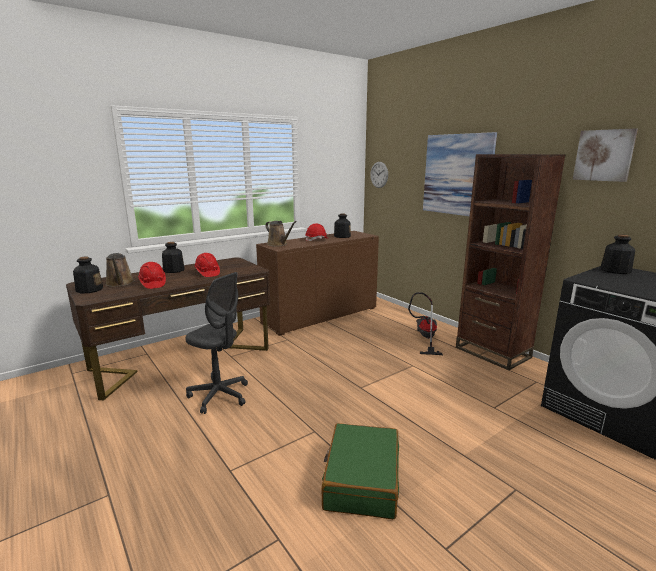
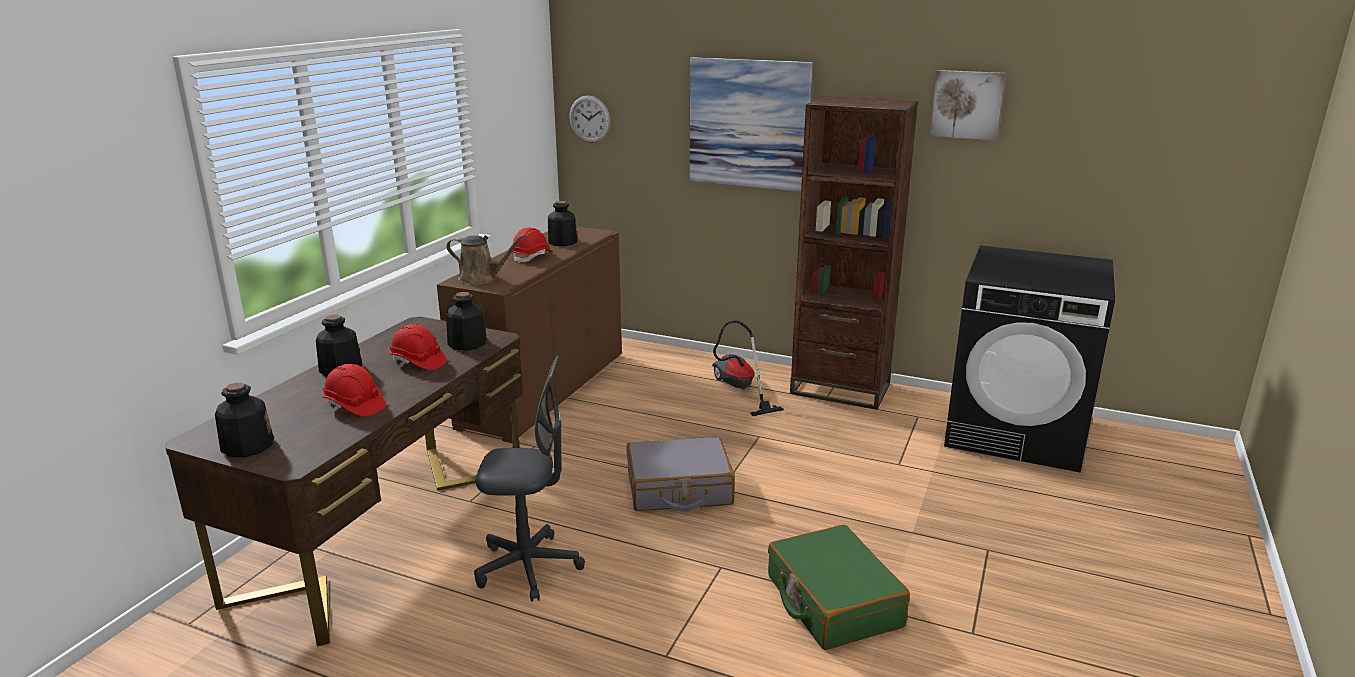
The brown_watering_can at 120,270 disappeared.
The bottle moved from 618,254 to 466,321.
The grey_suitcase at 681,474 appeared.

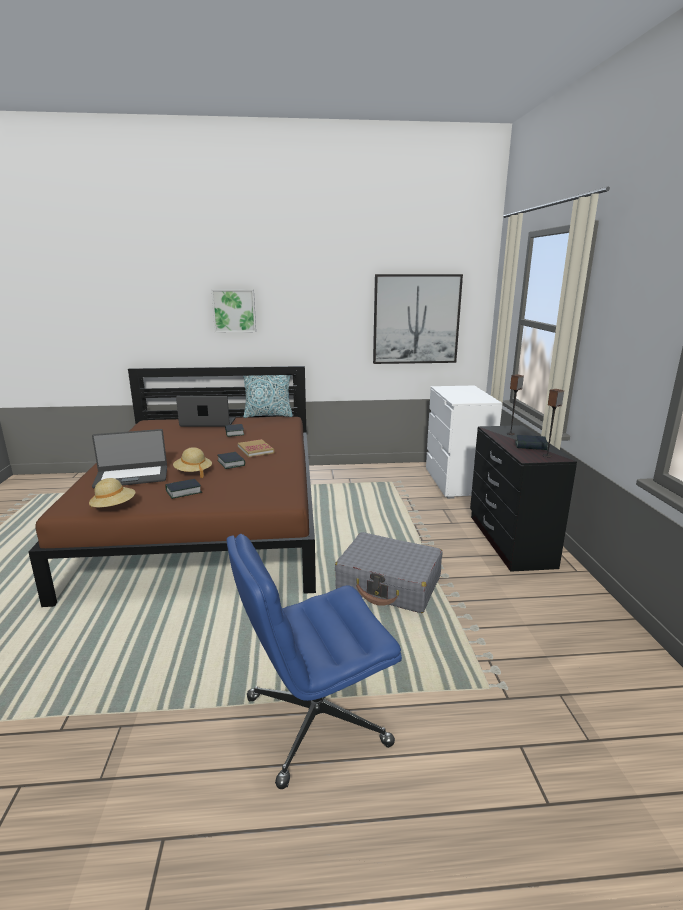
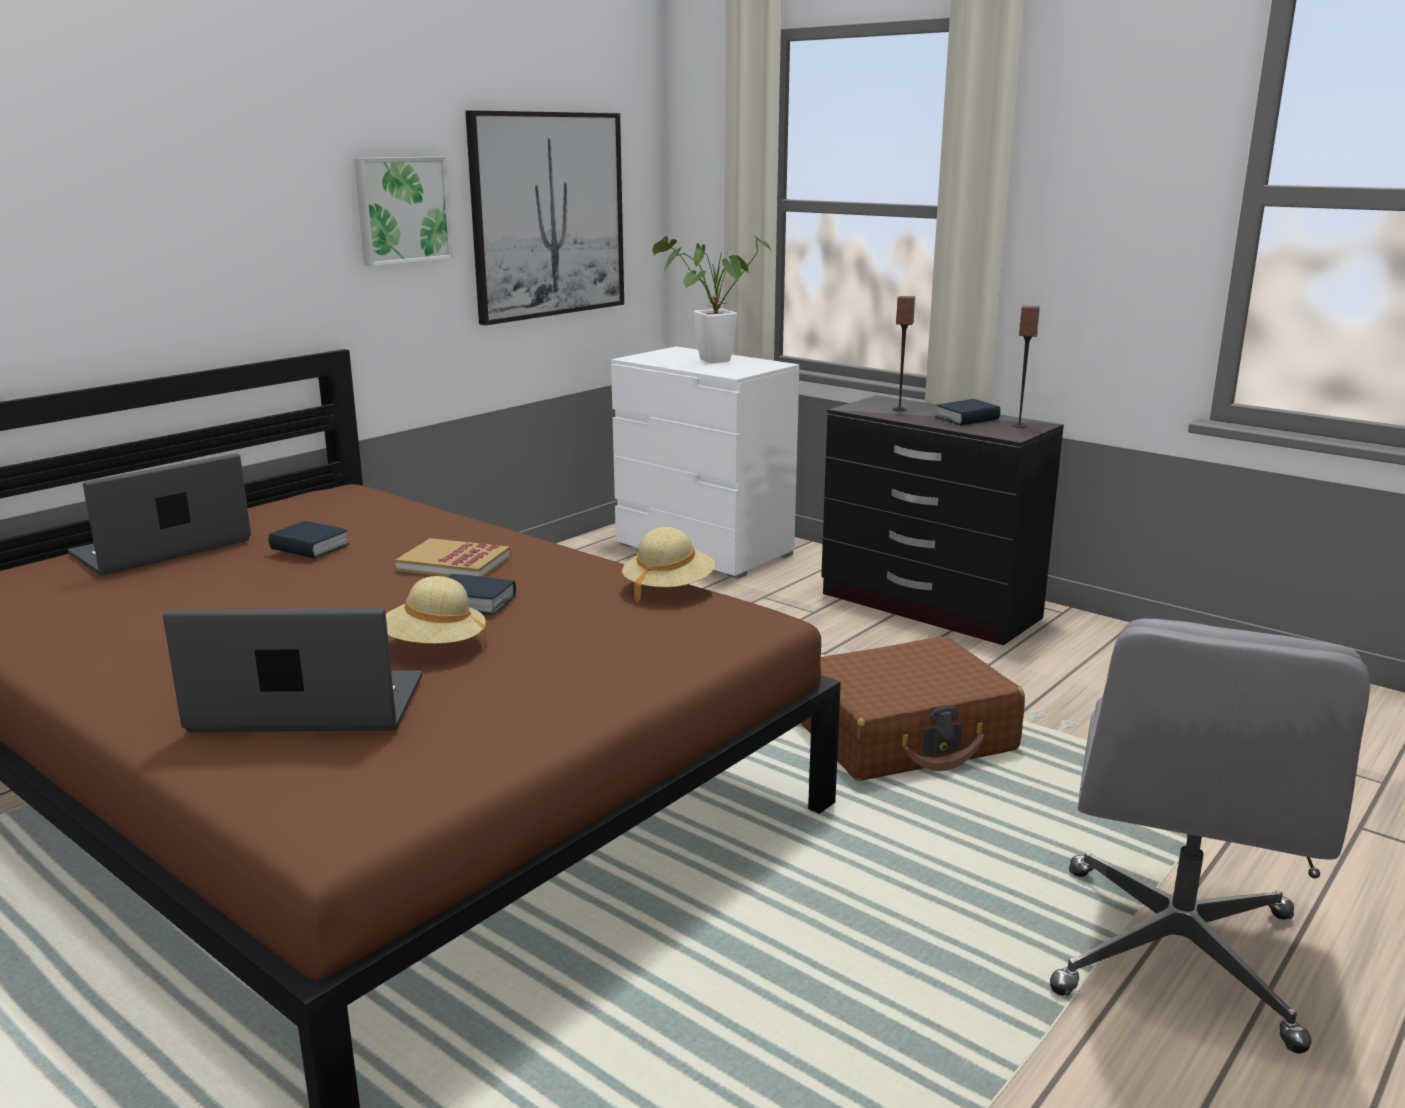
The beige_hat moved from 112,493 to 668,565.
The laptop at 129,458 turned 120 degrees counterclockwise.
The book at 183,489 disappeared.
The picture moved from 233,310 to 403,211.
The blue_office_chair at 314,661 became the grey_office_chair at 1210,836.
The pillow at 268,396 disappeared.
The grey_suitcase at 388,572 became the brown_suitcase at 913,708.
The potted_plant at 711,299 appeared.

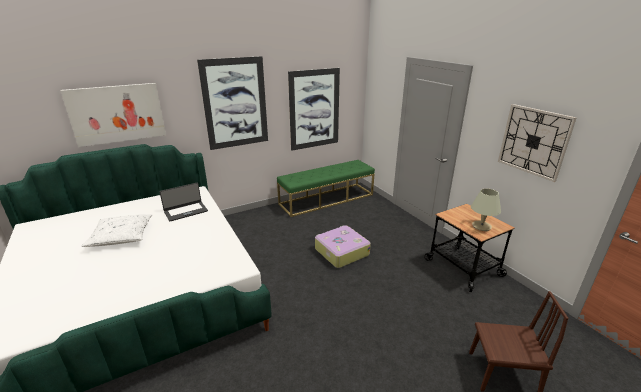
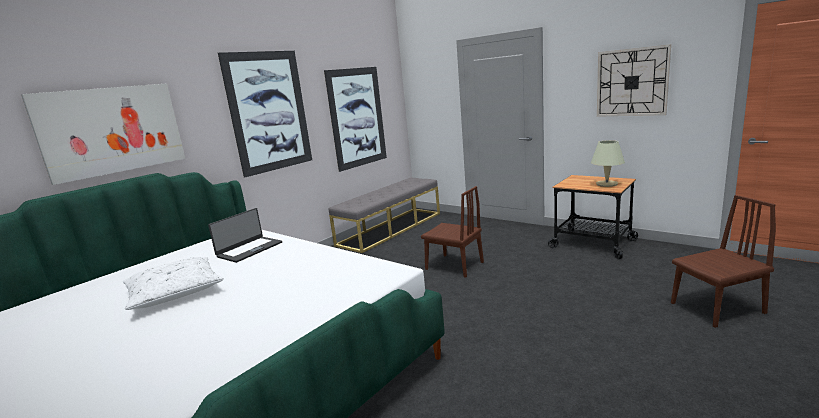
The green_bench at 326,188 became the grey_bench at 384,215.
The suitcase at 343,246 was replaced by the brown_chair at 452,232.

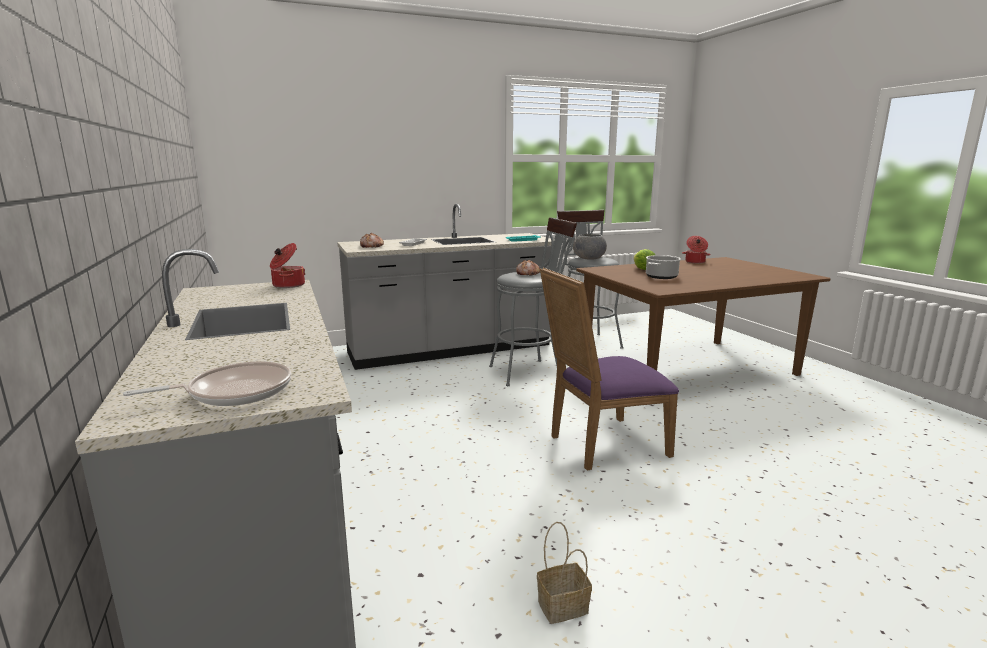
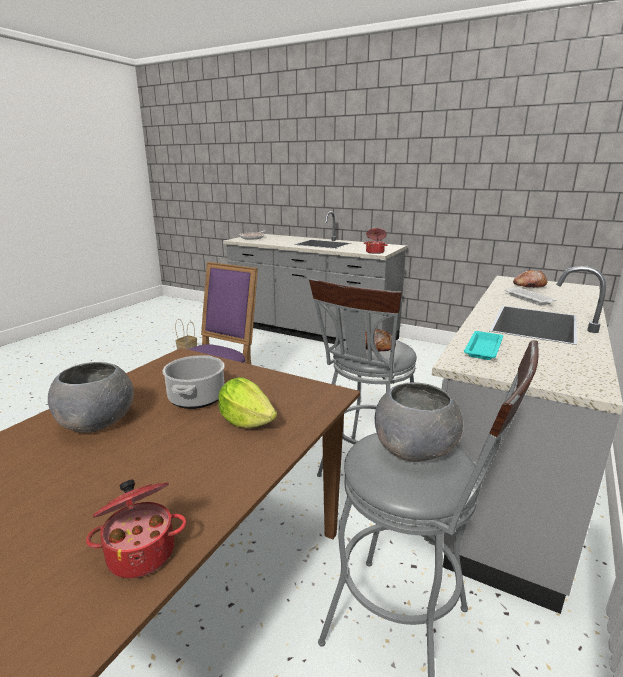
The grey_bowl at 91,397 appeared.

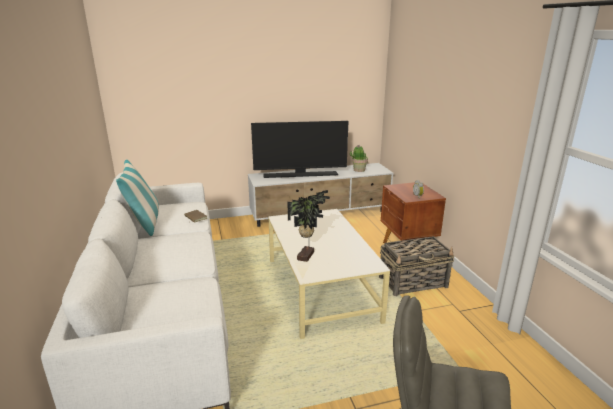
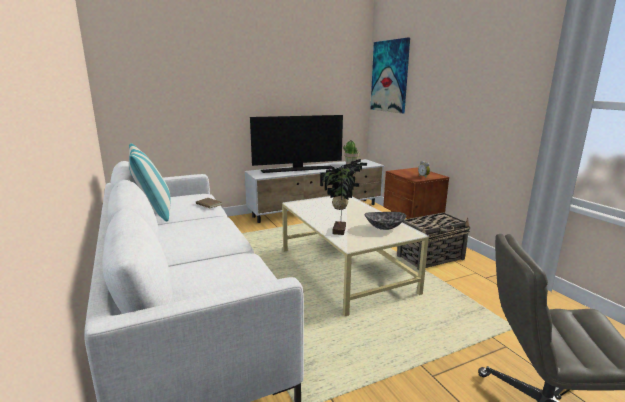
The bowl at 385,221 appeared.
The picture at 390,75 appeared.

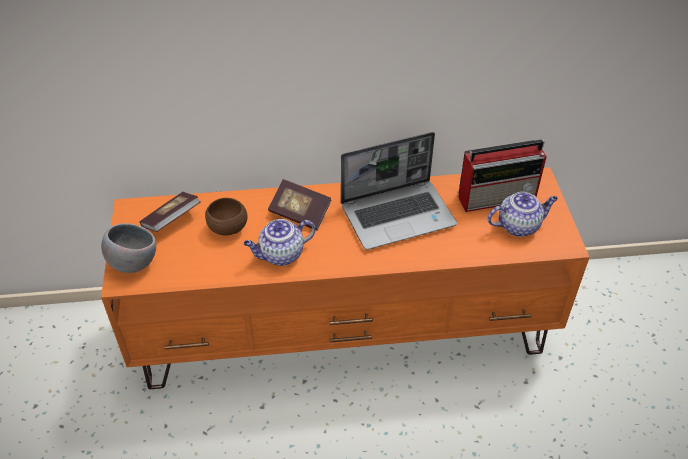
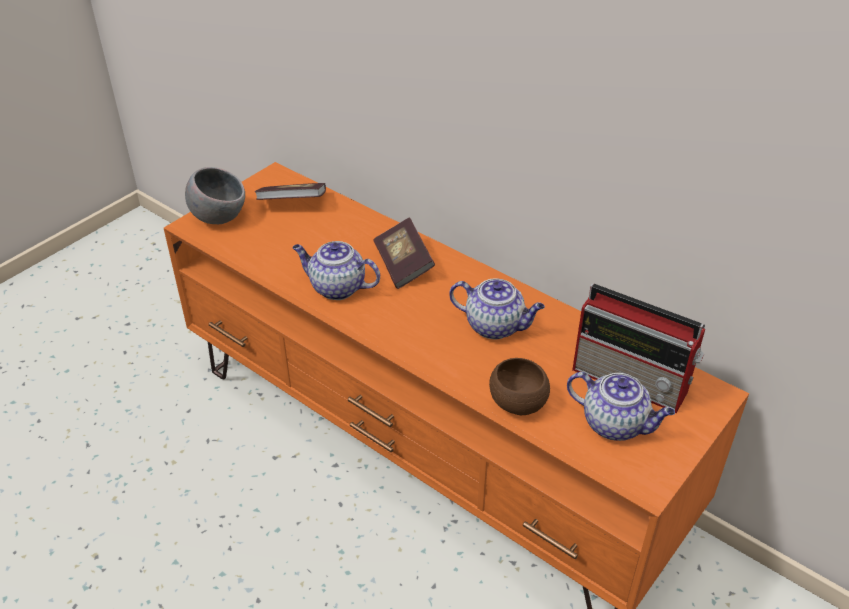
The brown_bowl moved from 226,216 to 519,386.
The laptop at 399,191 was replaced by the teapot at 497,308.

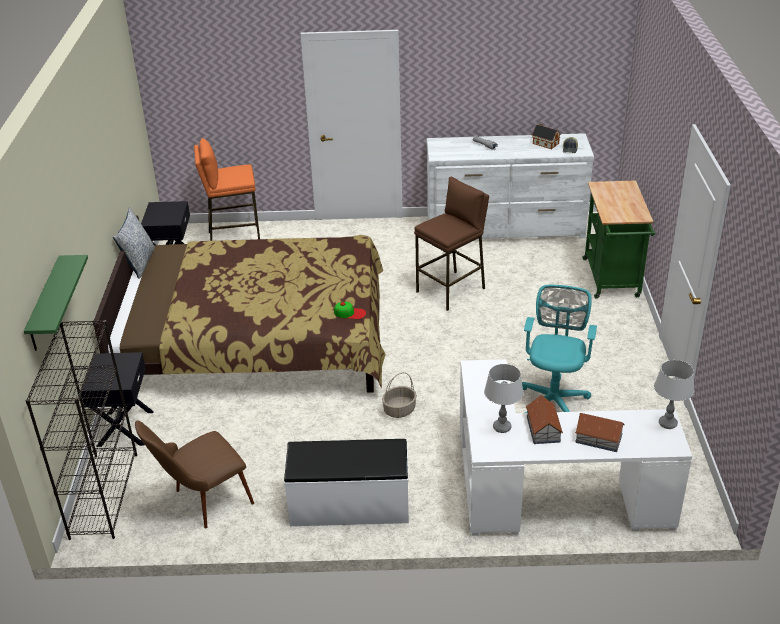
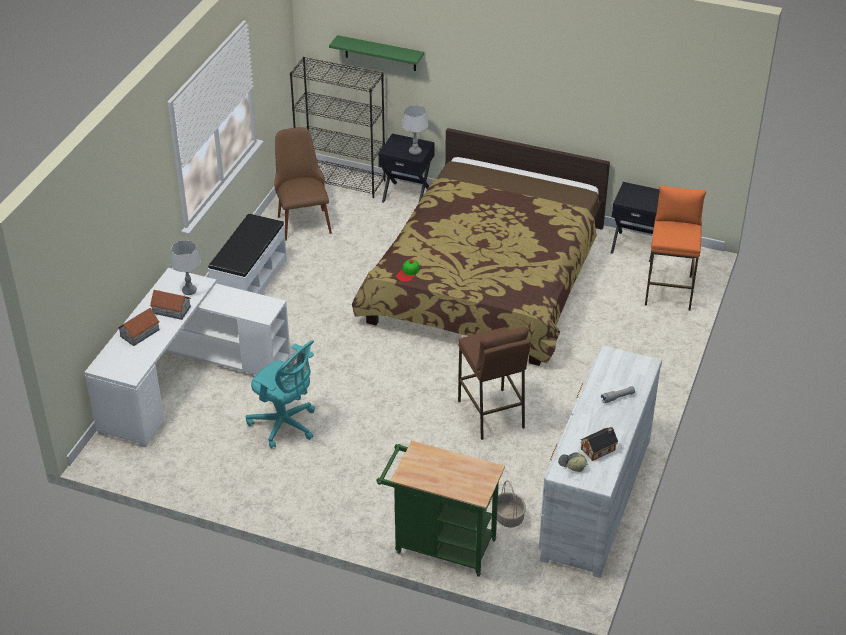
The pillow at 134,243 disappeared.
The basket moved from 399,395 to 511,504.
The grey_table_lamp moved from 674,394 to 415,130.

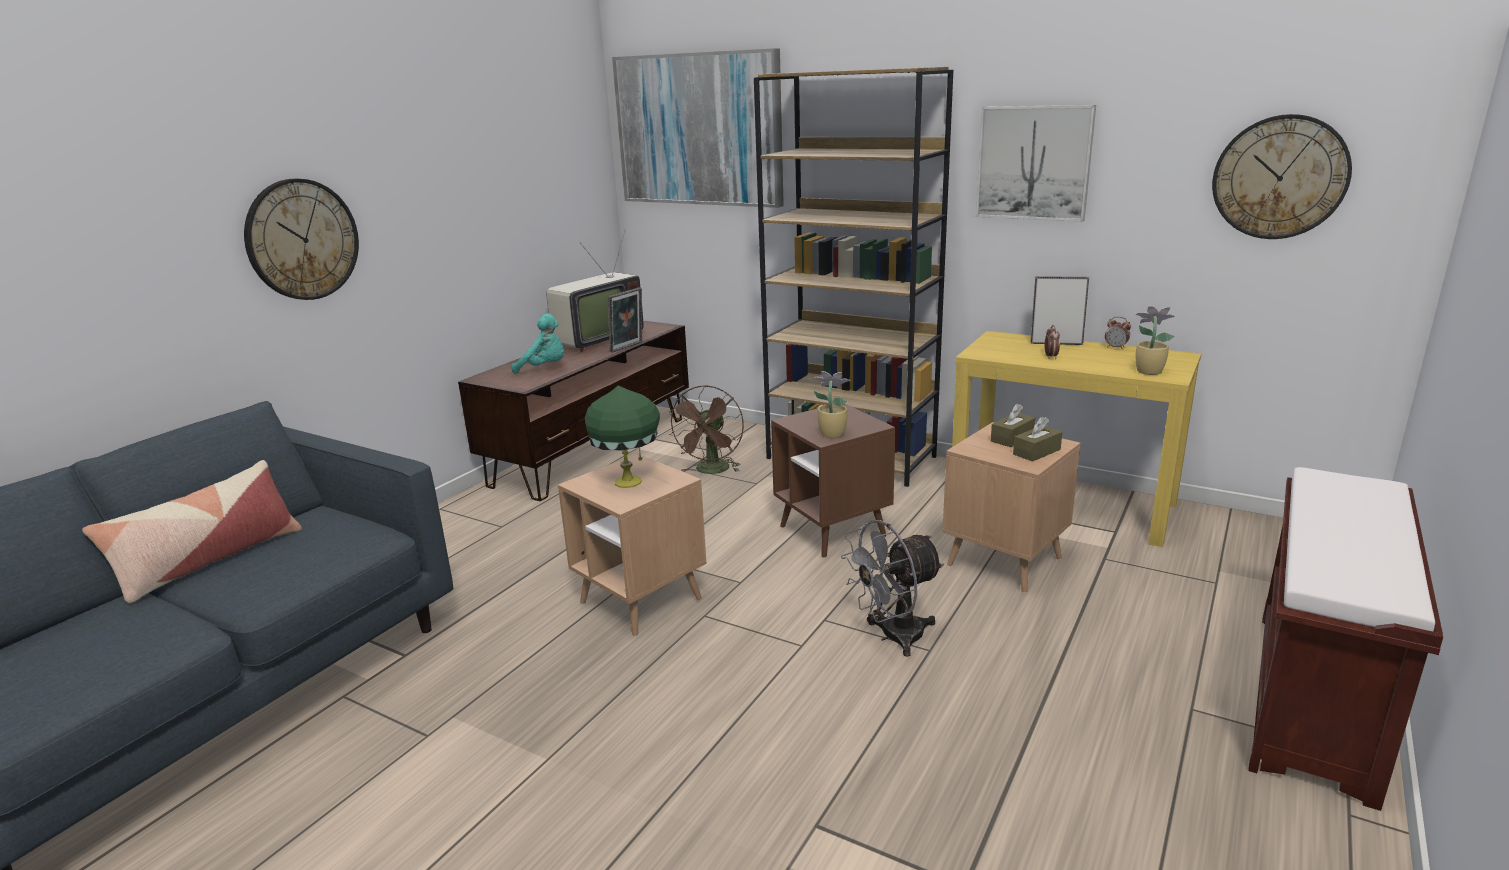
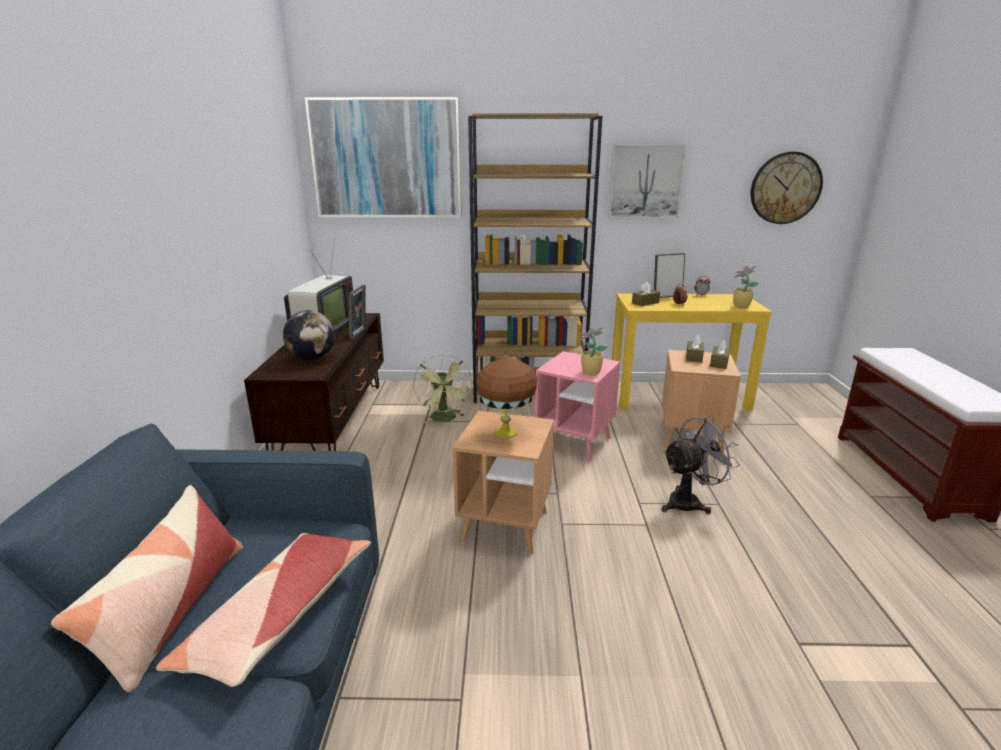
The wall_clock at 301,239 disappeared.
The turquoise_plush_toy at 537,343 was replaced by the globe at 309,335.
The green_table_lamp at 622,436 became the brown_table_lamp at 506,396.
The brown_fan at 706,429 became the green_fan at 442,389.
The brown_side_table at 833,481 became the pink_side_table at 577,406.
The grey_fan at 892,588 turned 150 degrees counterclockwise.
The pillow at 263,610 appeared.
The brown_tissue_box at 646,294 appeared.

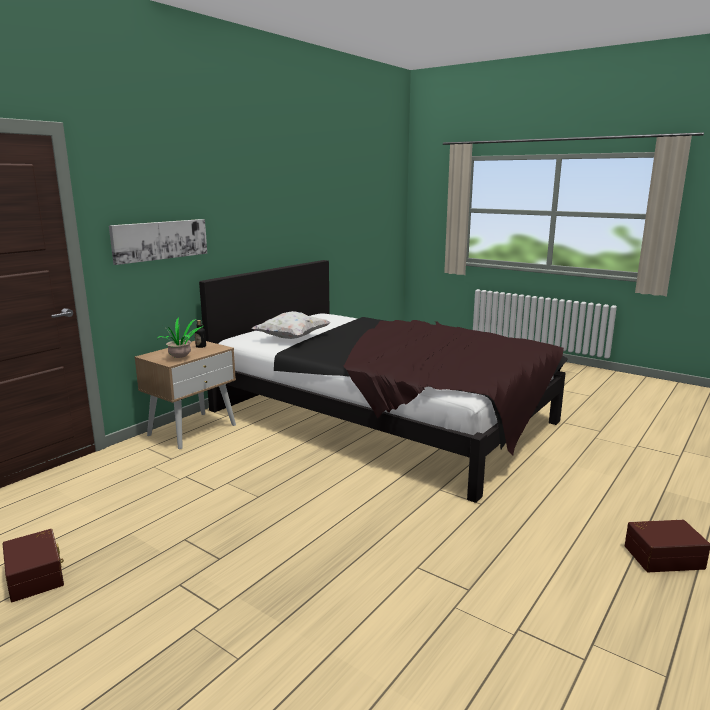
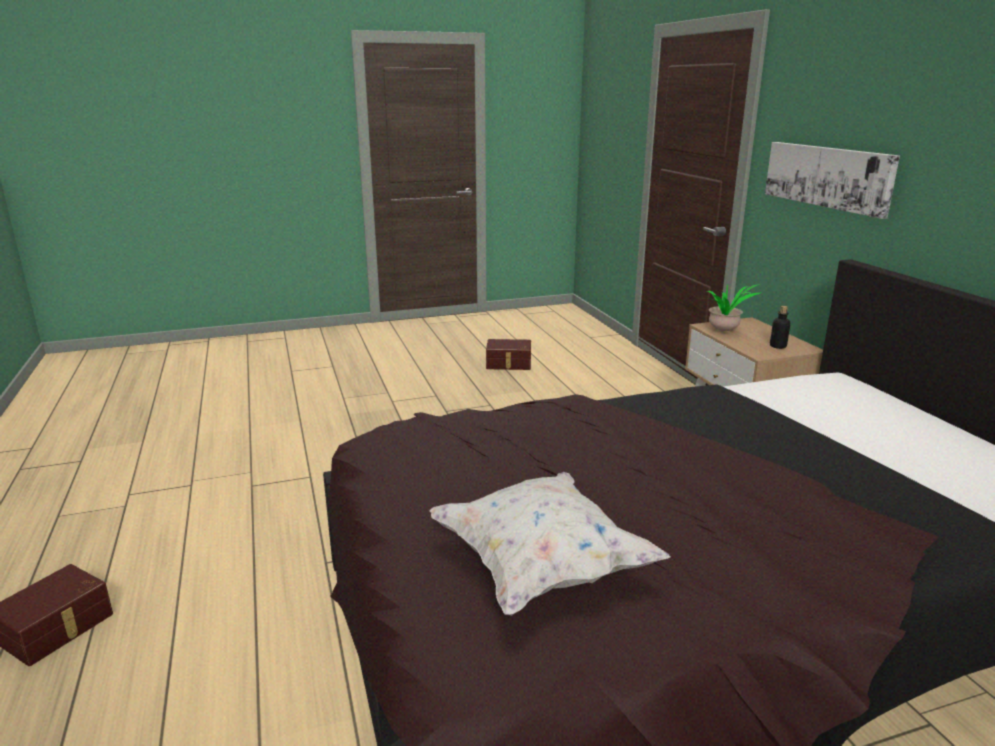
The white_pillow moved from 291,325 to 549,544.

